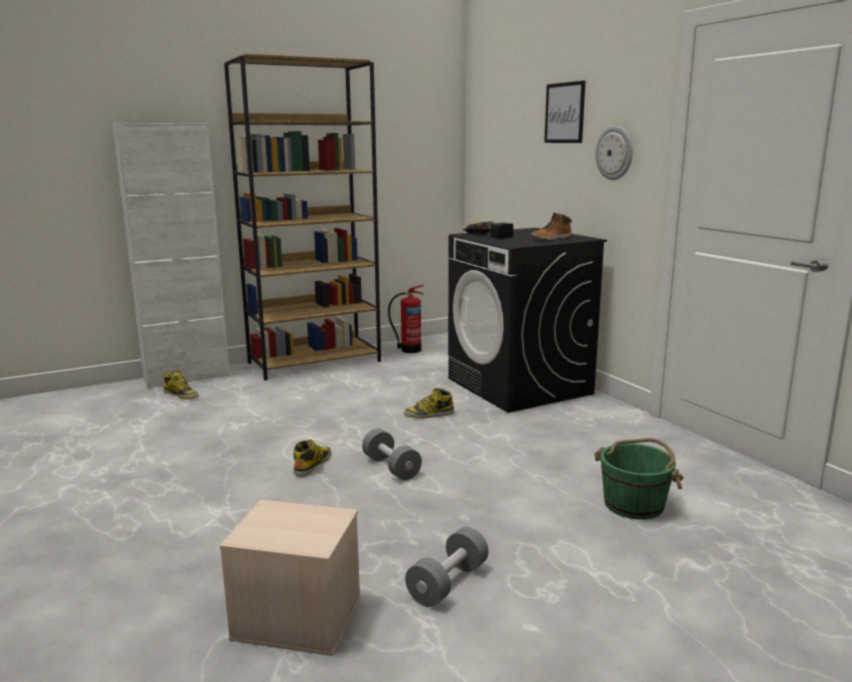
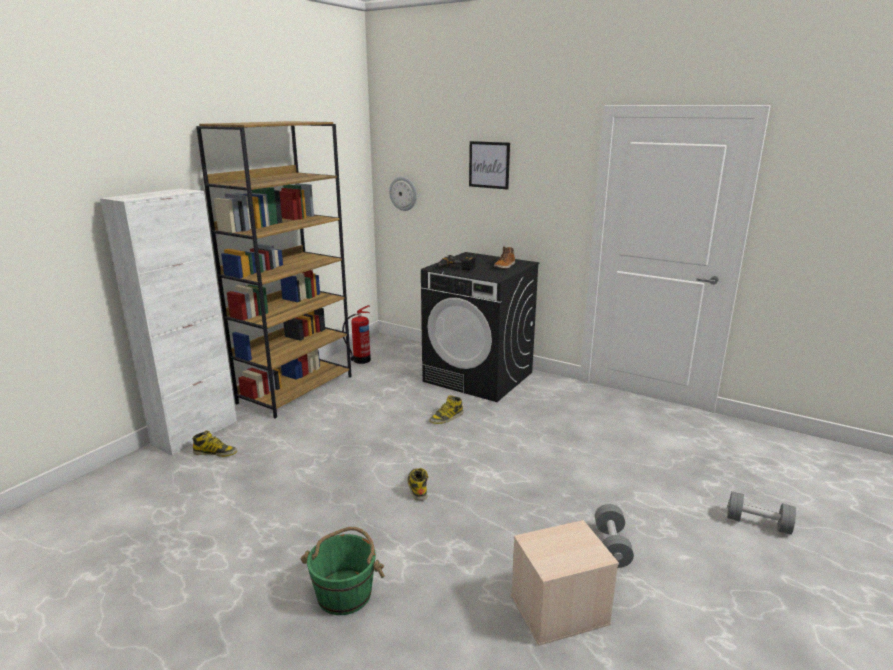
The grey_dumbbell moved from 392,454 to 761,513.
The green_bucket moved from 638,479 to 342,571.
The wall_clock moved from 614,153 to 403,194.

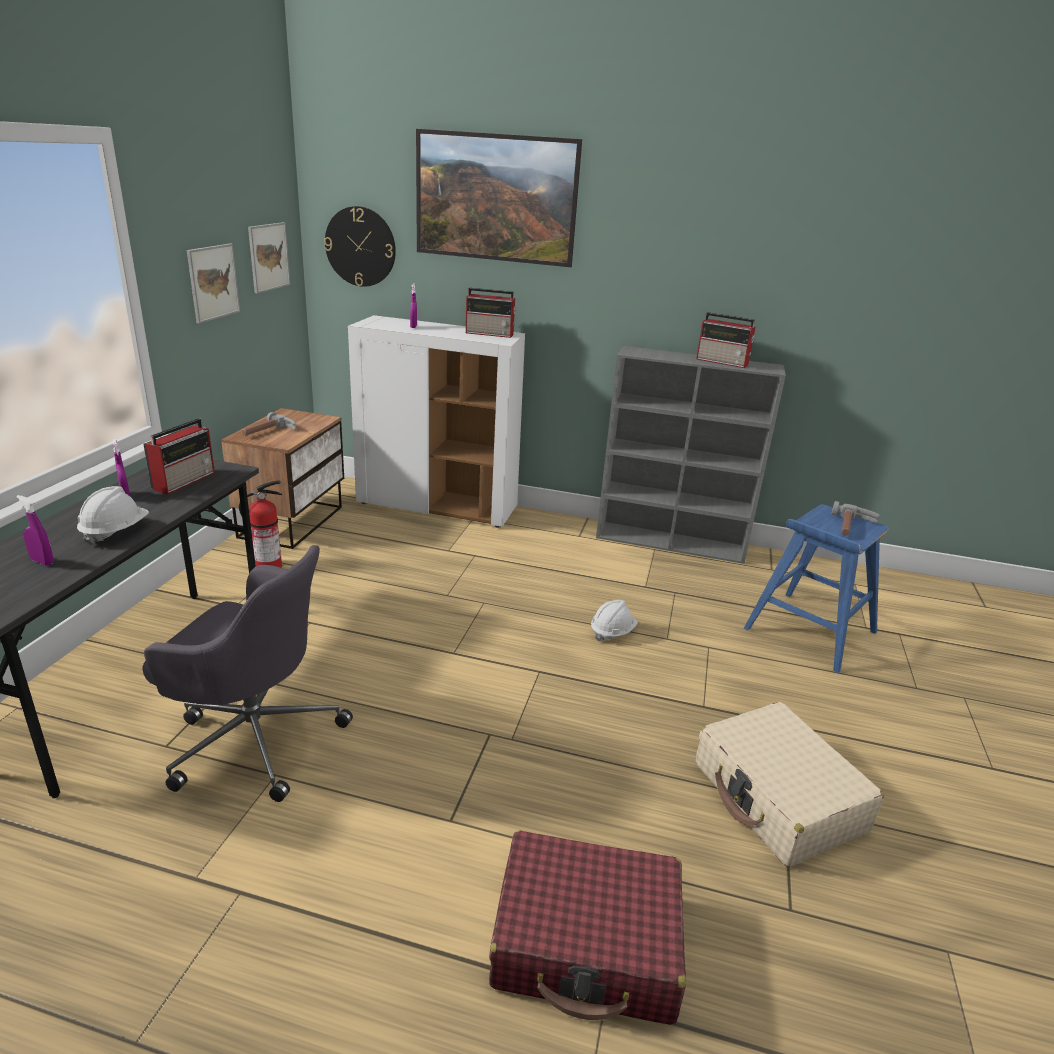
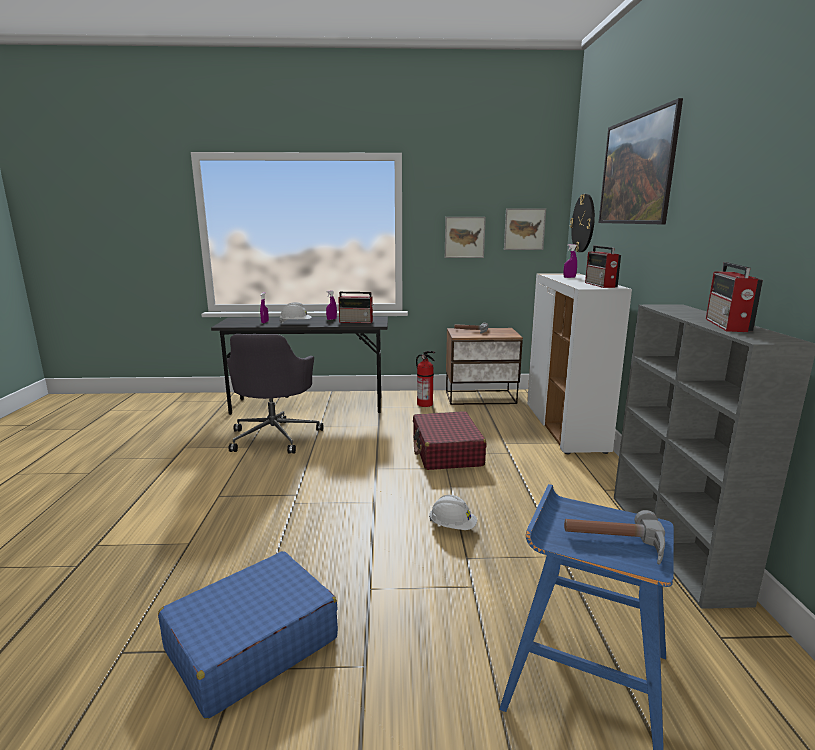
The red_suitcase moved from 587,927 to 450,440.
The beige_suitcase at 790,784 became the blue_suitcase at 248,635.

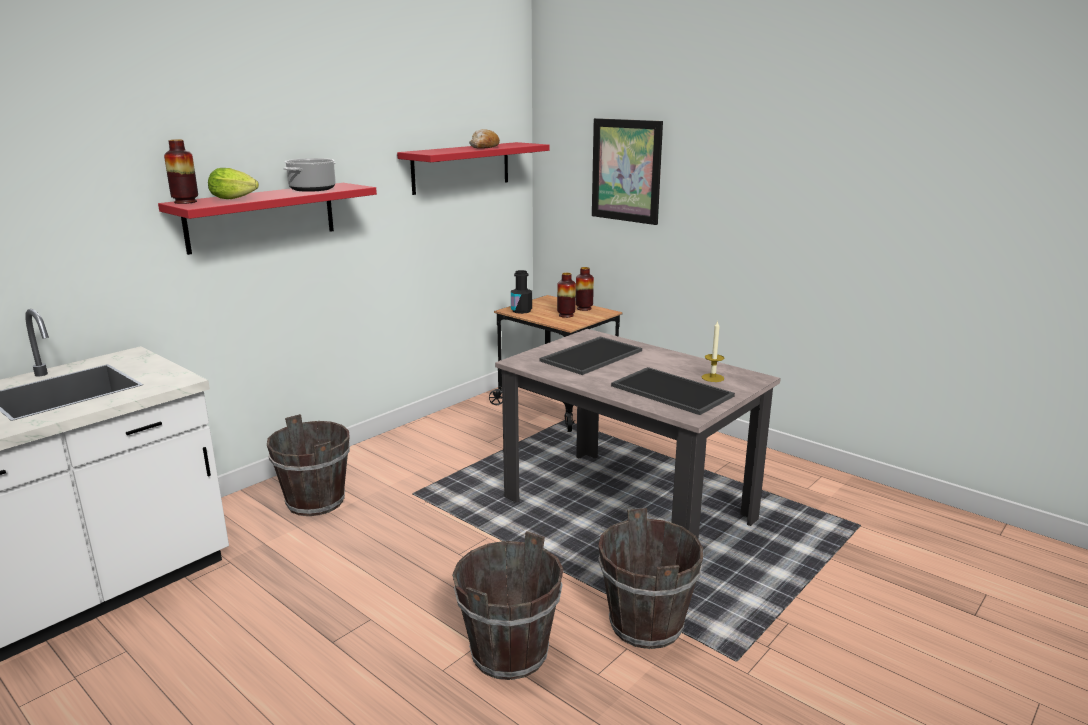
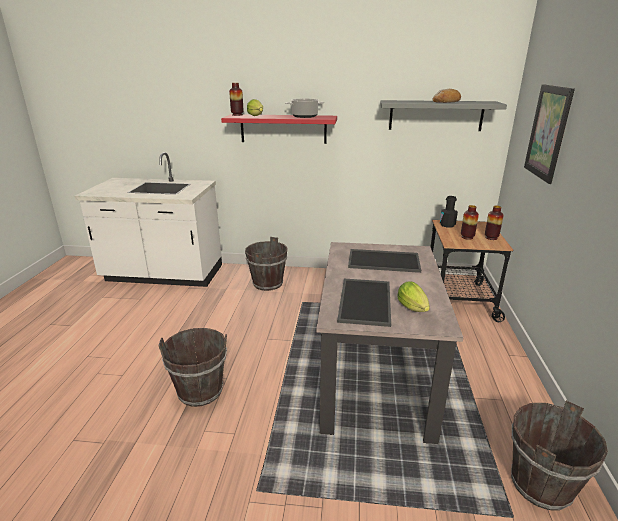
The red_shelf at 473,168 became the grey_shelf at 443,115.
The brown_bucket moved from 650,578 to 559,455.
The candle at 713,351 was replaced by the lettuce at 413,296.

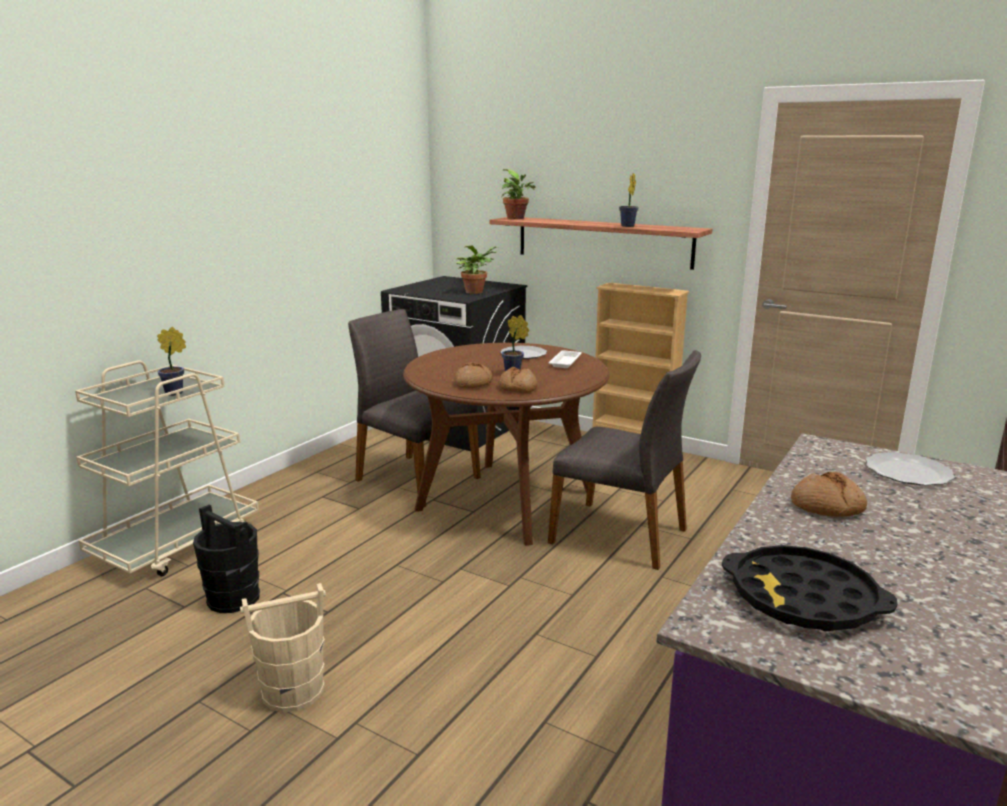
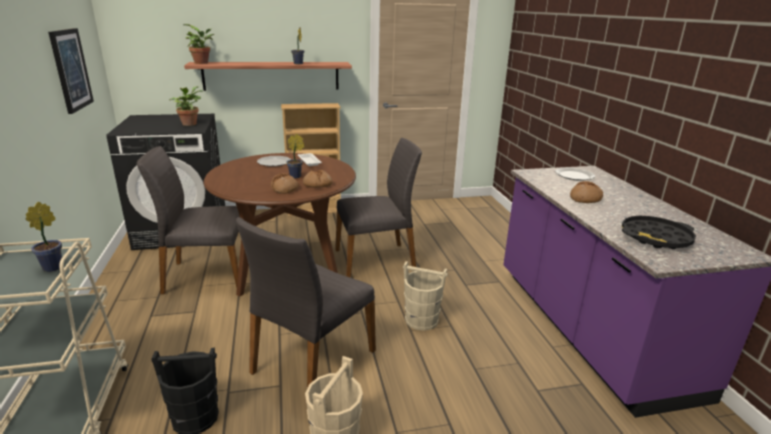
The picture at 71,71 appeared.
The grey_chair at 306,302 appeared.
The beige_bucket at 425,296 appeared.

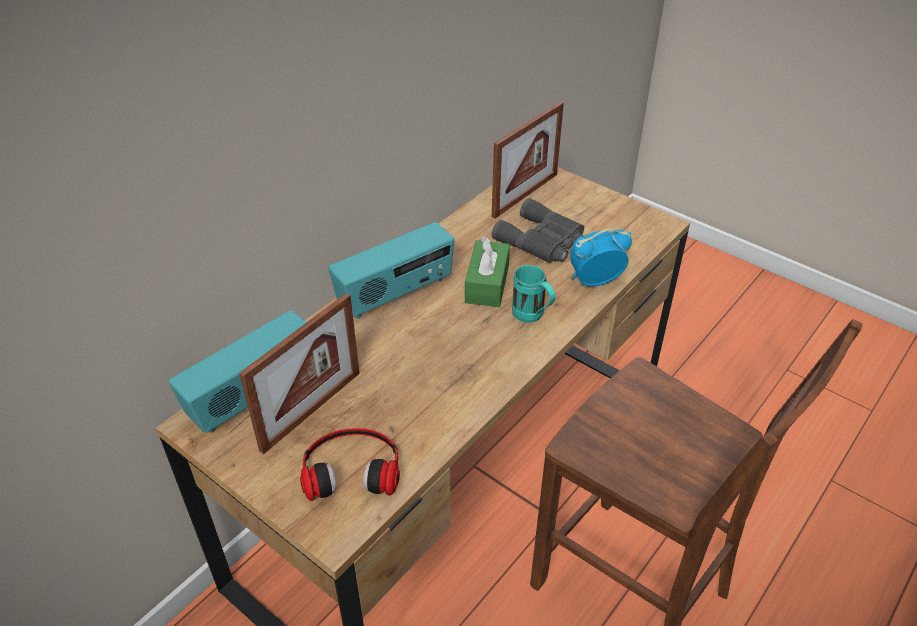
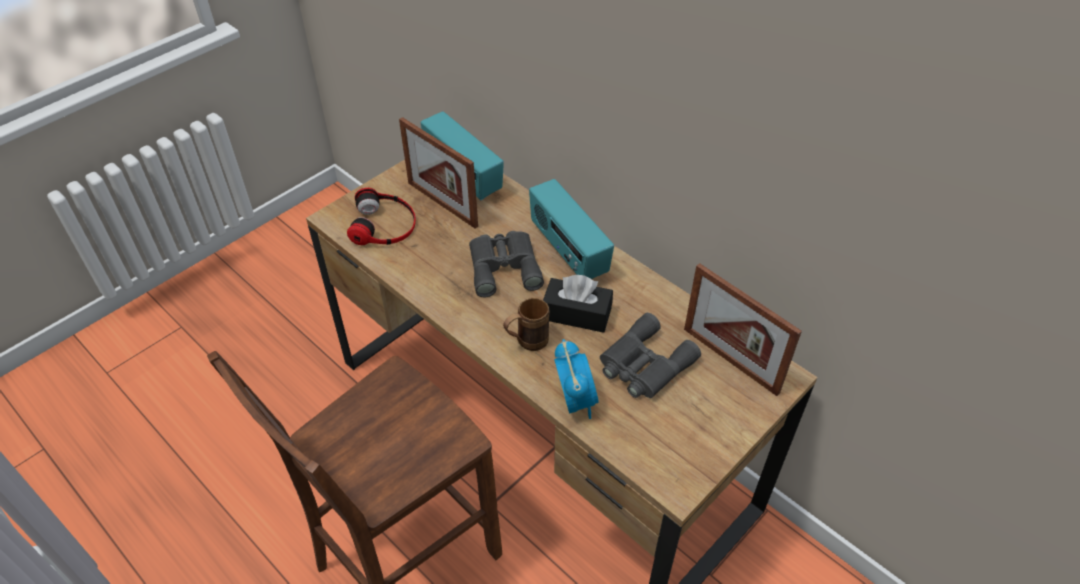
The green_tissue_box at 487,272 became the black_tissue_box at 578,304.
The turquoise_mug at 533,294 became the brown_mug at 526,324.
The grey_binoculars at 506,264 appeared.

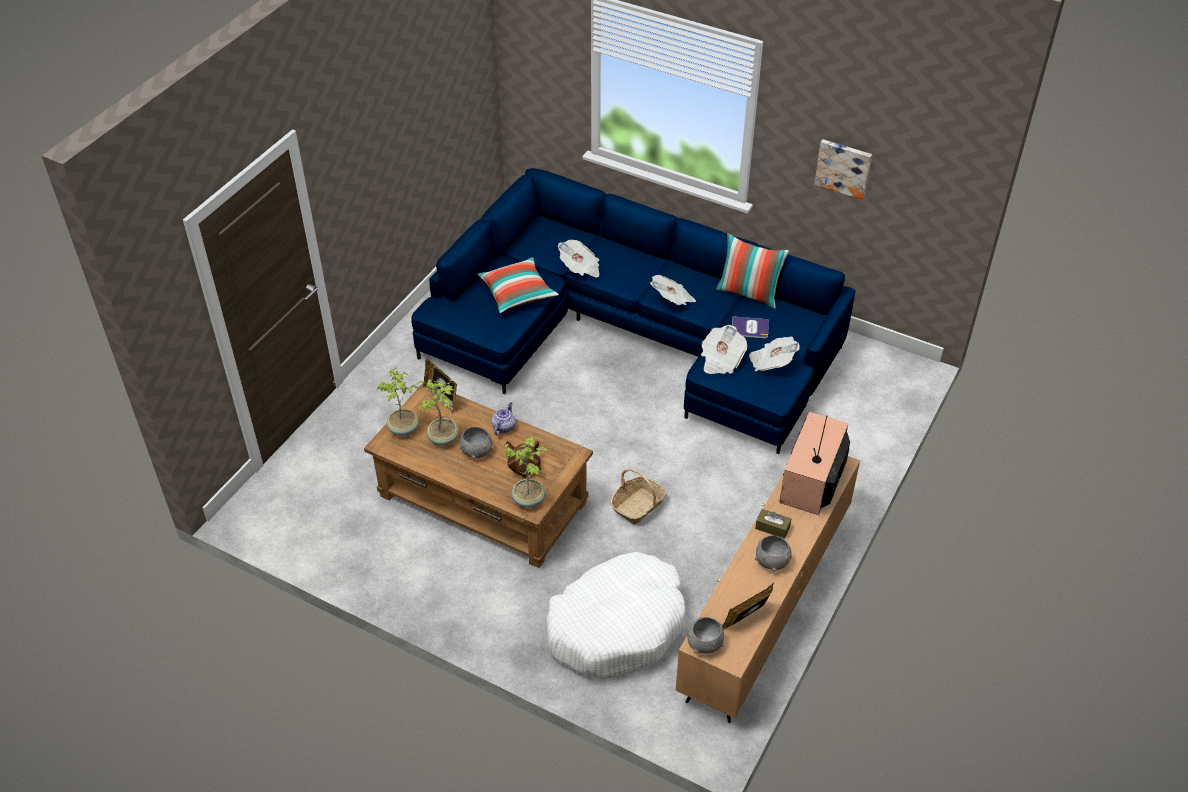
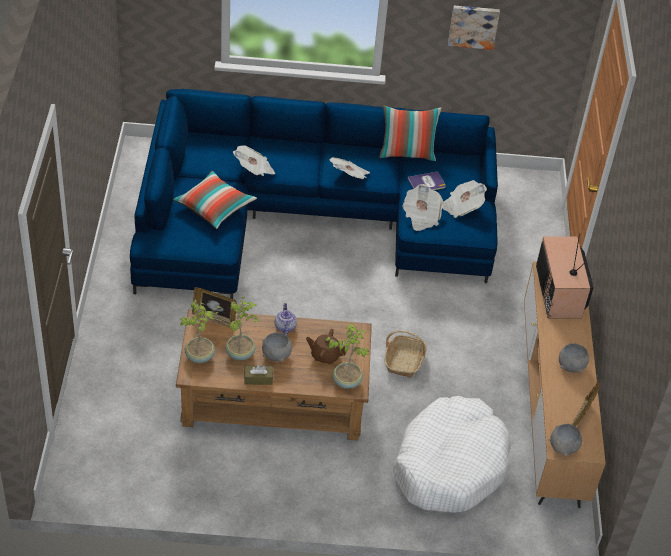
The brown_tissue_box moved from 773,524 to 258,375.

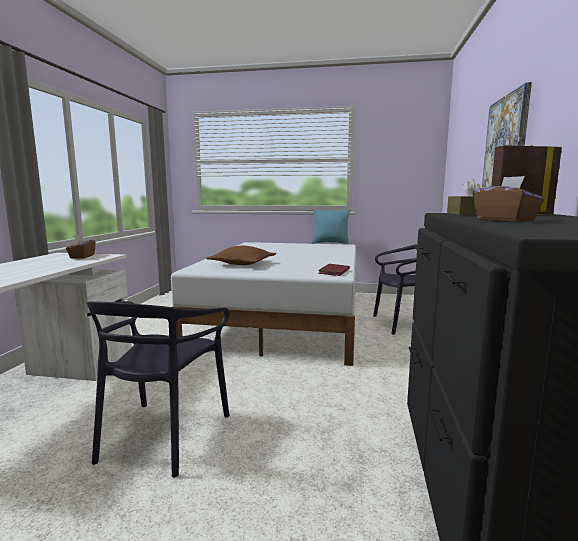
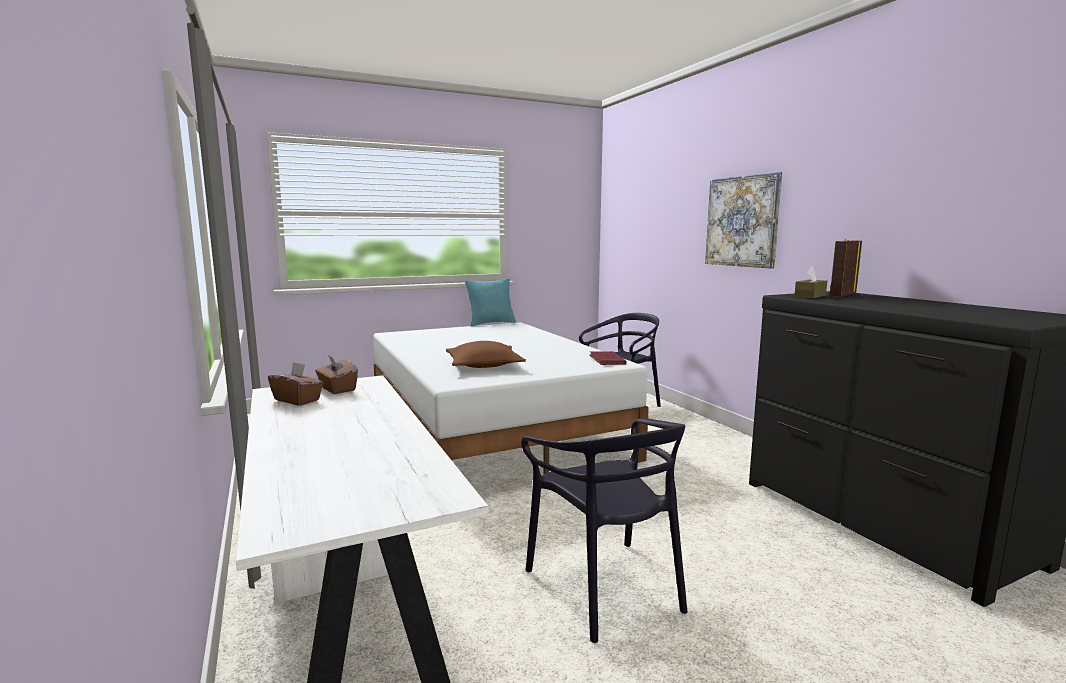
The brown_tissue_box moved from 509,199 to 296,384.

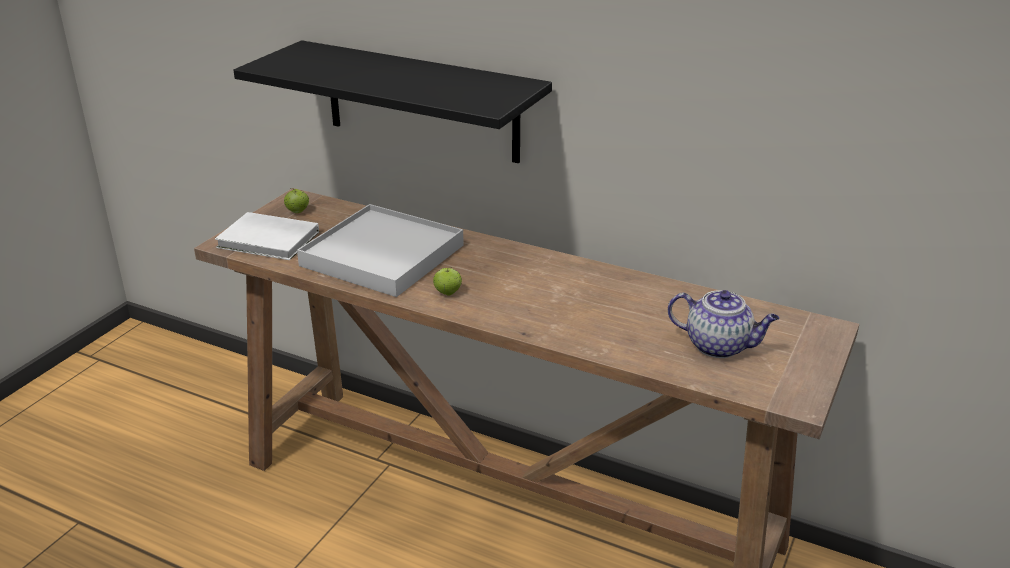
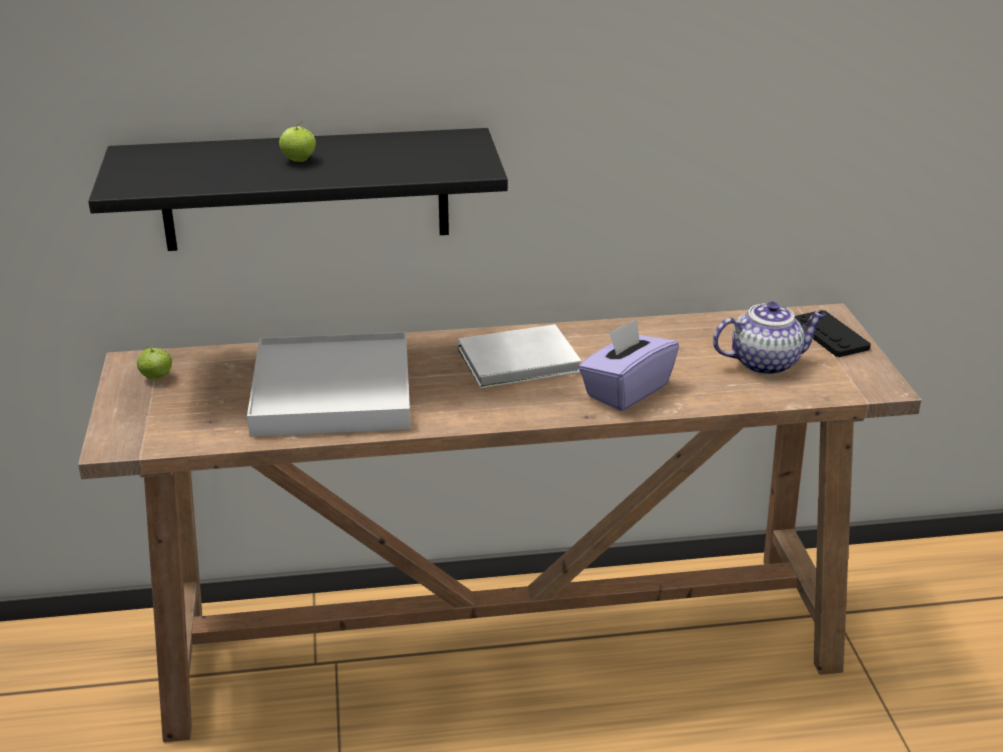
The white_book moved from 267,236 to 519,356.
The apple moved from 447,281 to 297,142.
The purple_tissue_box at 628,364 appeared.
The black_game_controller at 833,333 appeared.

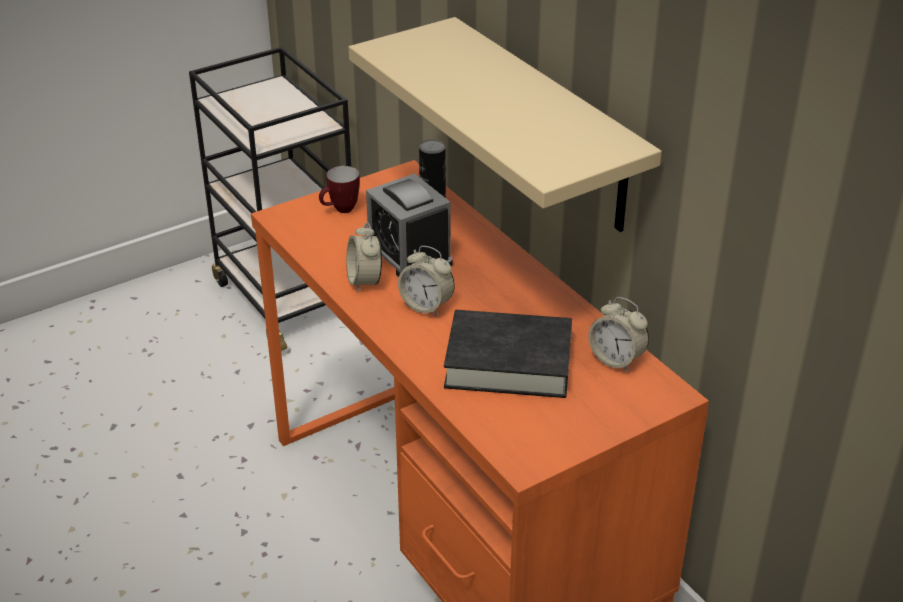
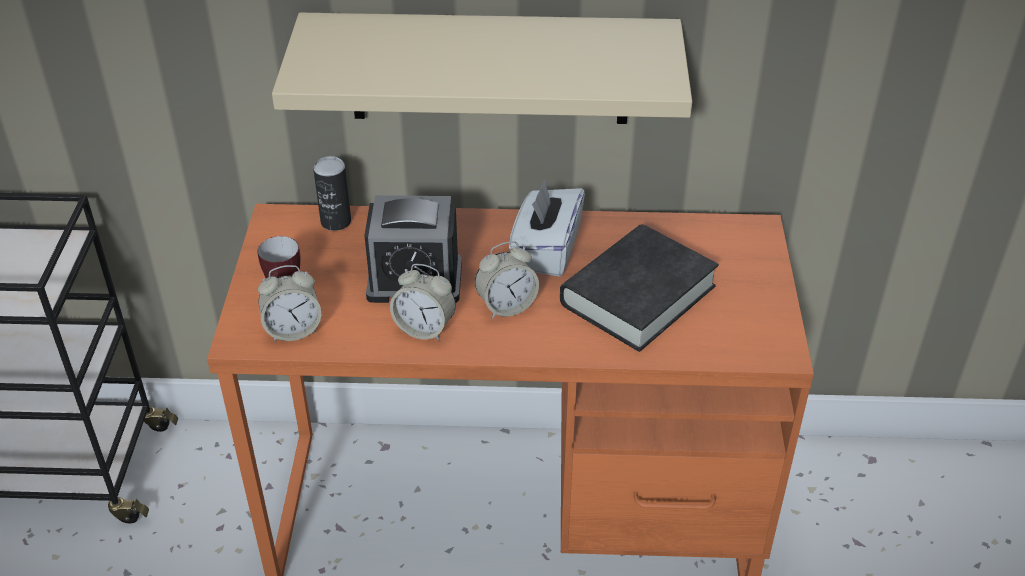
The alarm_clock moved from 618,334 to 289,303.
The white_tissue_box at 547,228 appeared.

